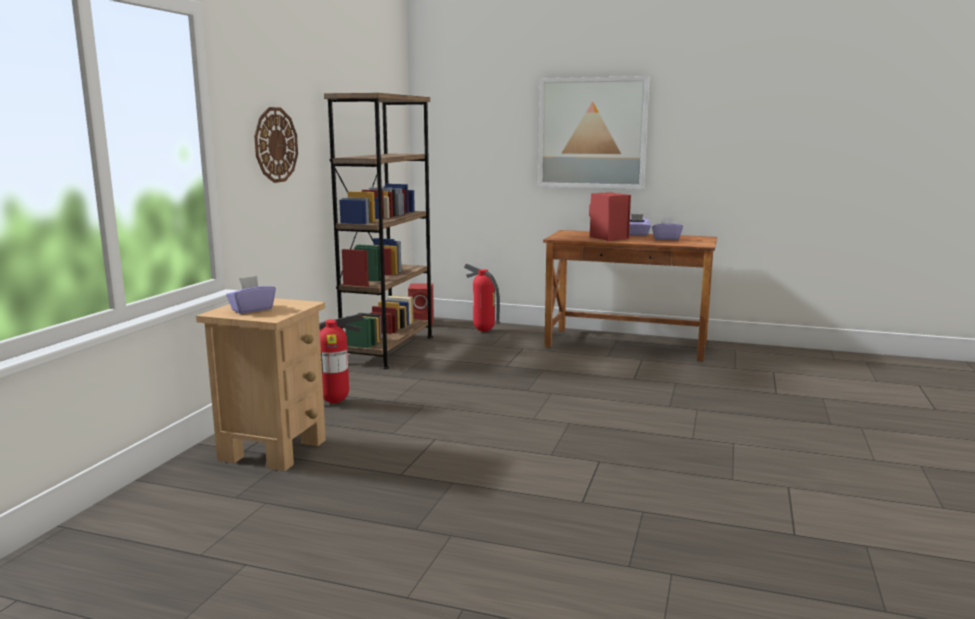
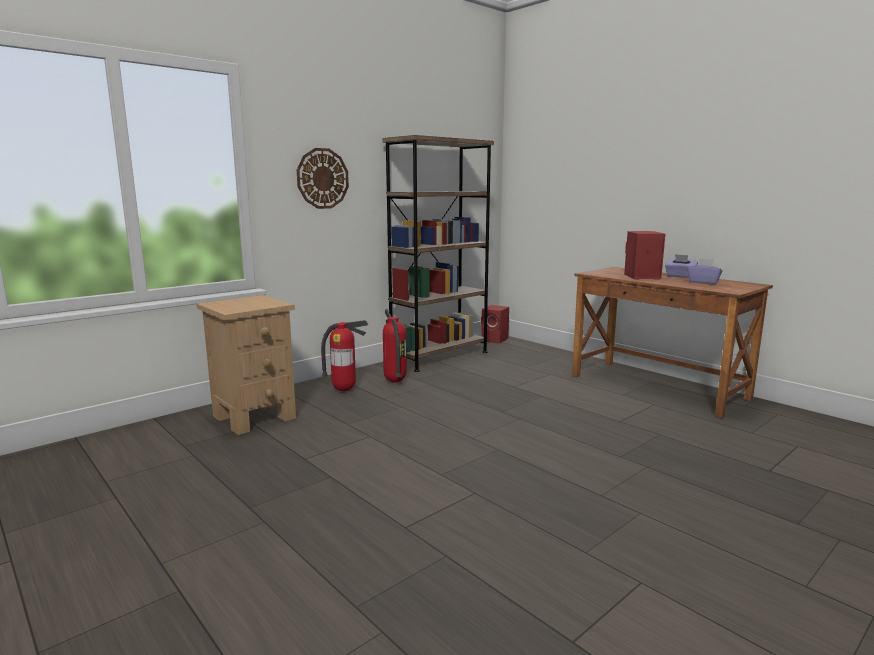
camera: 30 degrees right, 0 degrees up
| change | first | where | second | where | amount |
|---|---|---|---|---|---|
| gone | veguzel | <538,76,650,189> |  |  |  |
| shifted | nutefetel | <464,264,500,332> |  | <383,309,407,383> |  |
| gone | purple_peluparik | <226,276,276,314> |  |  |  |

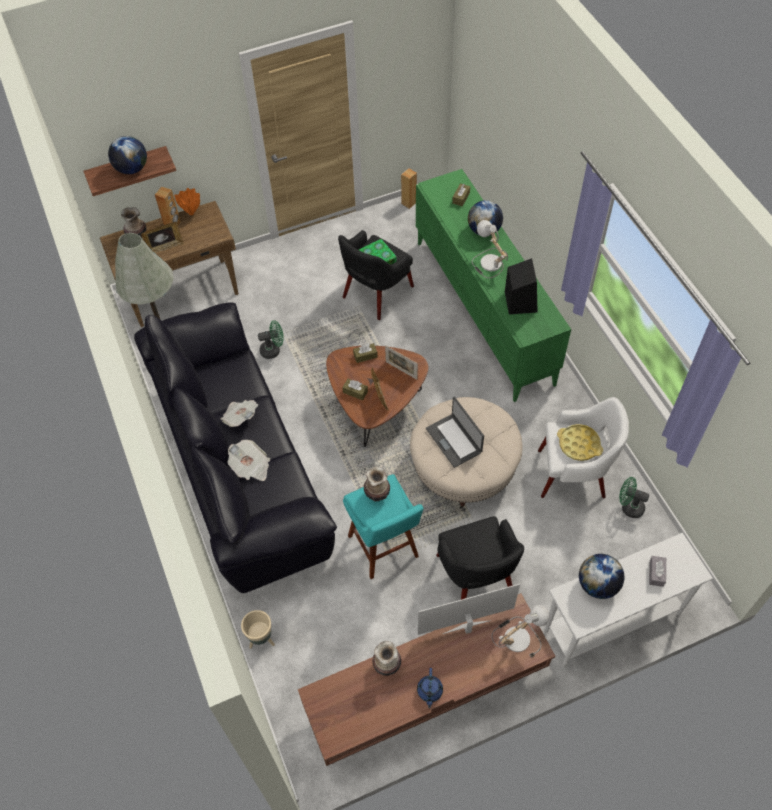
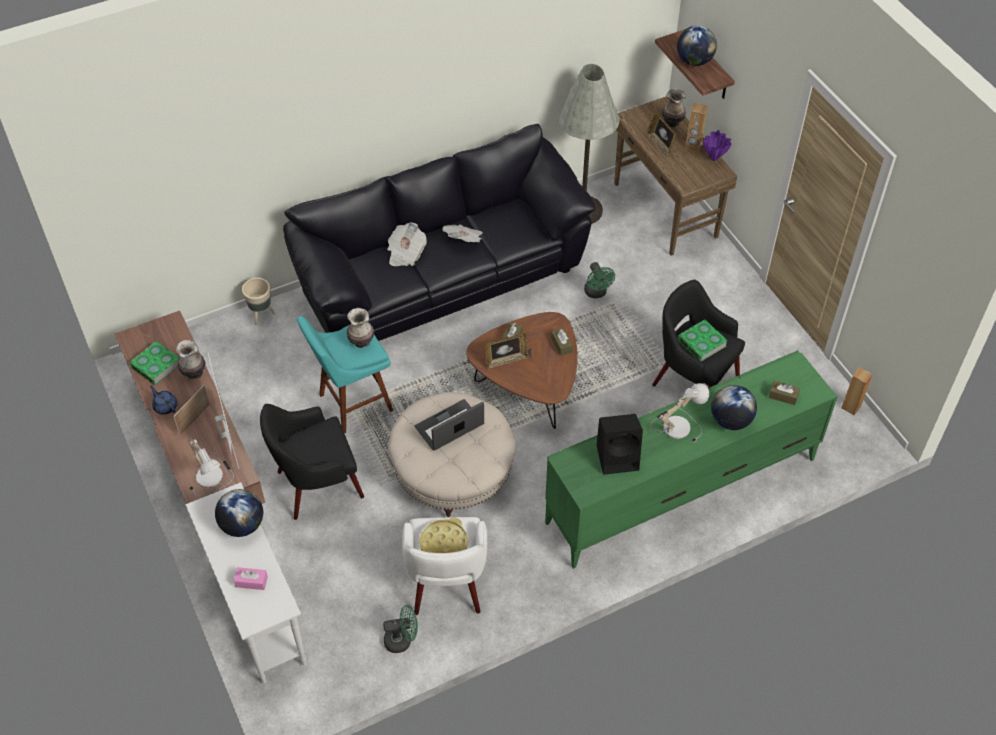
camera: 85 degrees right, 5 degrees down
| change | first | where | second | where | amount |
|---|---|---|---|---|---|
| repainted | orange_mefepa | <174,188,200,215> | purple_mefepa | <703,130,731,161> |  |
| shifted | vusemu | <385,345,418,380> |  | <173,385,210,436> |  |
| rotated | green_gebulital | <619,477,649,518> |  | <383,605,418,653> | 60 degrees clockwise |
| repainted | grey_peluparik | <649,556,666,587> | pink_peluparik | <234,567,268,590> |  |
| rotated | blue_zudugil | <417,668,443,709> |  | <150,386,177,414> | 45 degrees clockwise |
| new |  |  | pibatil | <130,341,179,385> |  |

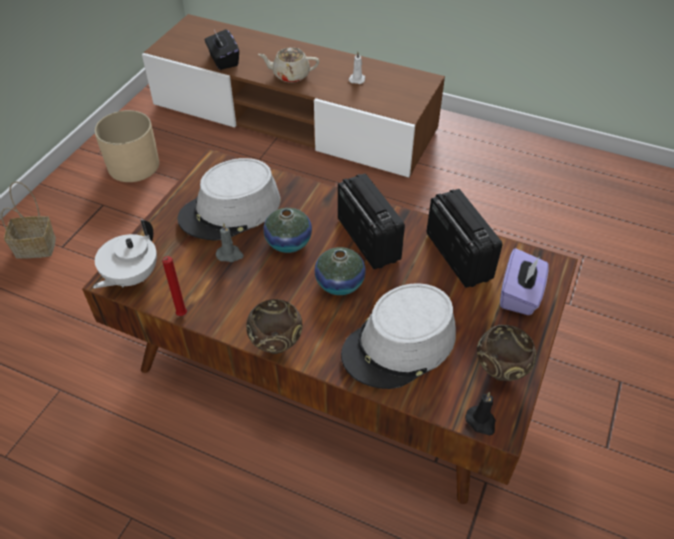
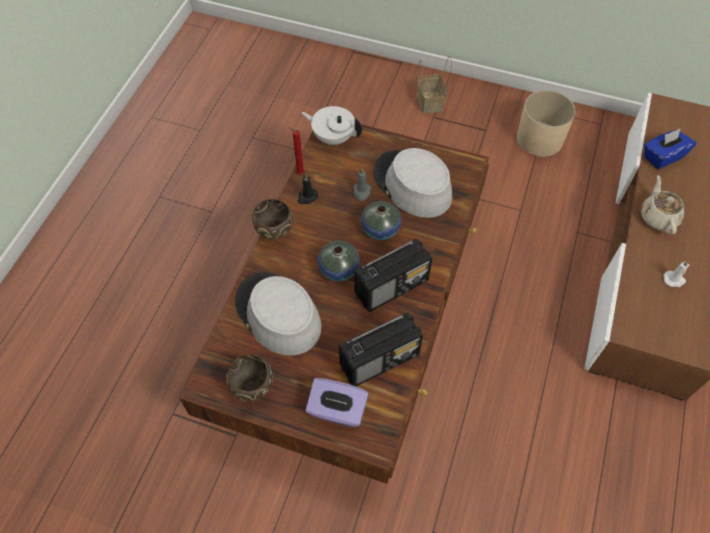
camera: 85 degrees right, 10 degrees up
| change | first | where | second | where | amount |
|---|---|---|---|---|---|
| repainted | black_peluparik | <205,29,239,70> | blue_peluparik | <644,128,696,169> |  |
| shifted | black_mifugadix | <465,392,496,436> |  | <298,175,318,204> |  |

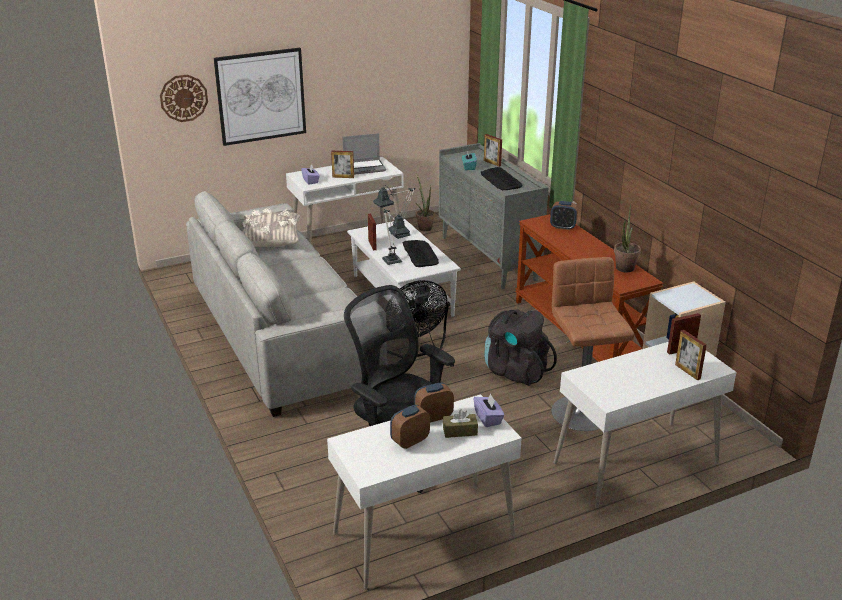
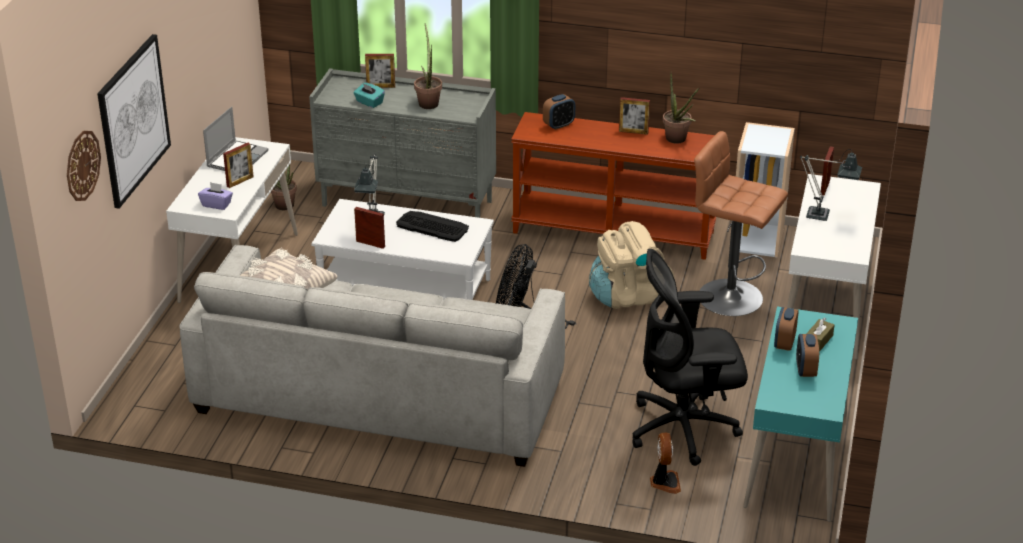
camera: 50 degrees left, 5 degrees up
| change | first | where | second | where | amount |
|---|---|---|---|---|---|
| swapped | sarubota | <481,167,523,190> | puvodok | <414,24,442,109> |  |
| shifted | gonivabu | <382,209,410,265> |  | <800,149,862,221> |  |
| repainted | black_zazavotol | <484,309,557,386> | beige_zazavotol | <589,221,674,309> |  |
| shifted | vusemu | <675,330,707,380> |  | <619,97,650,135> |  |
| gone | purple_peluparik | <474,393,505,427> |  |  |  |
| repainted | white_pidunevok | <327,394,522,589> | turquoise_pidunevok | <743,306,858,522> |  |
| new |  |  | gebulital | <650,433,681,494> |  |

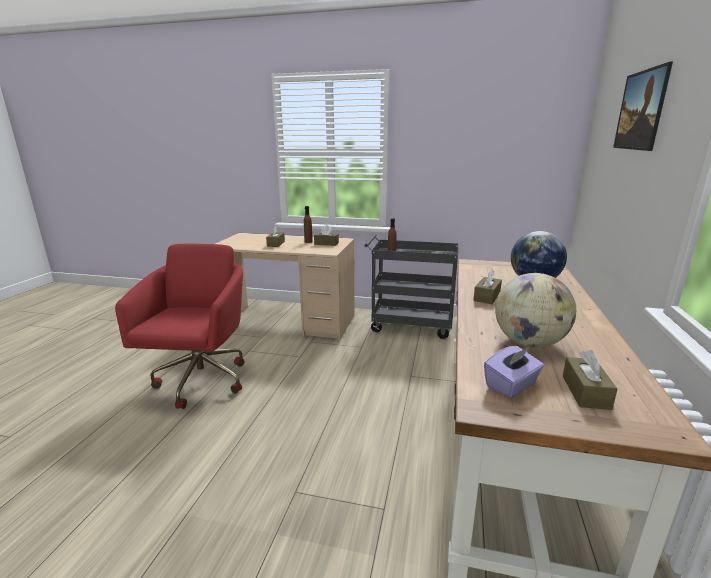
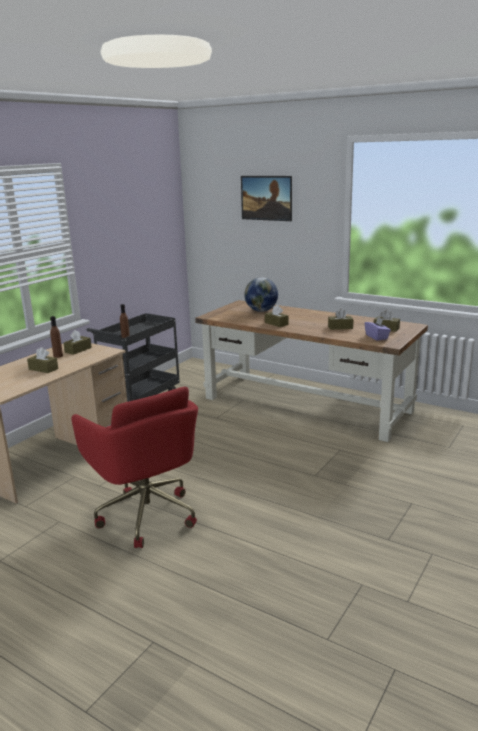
camera: 70 degrees left, 0 degrees up
| change | first | where | second | where | amount |
|---|---|---|---|---|---|
| rotated | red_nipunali | <115,244,244,409> |  | <71,387,198,548> | 150 degrees counterclockwise |
| swapped | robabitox | <495,273,576,347> | brown_peluparik | <328,309,353,330> |  |

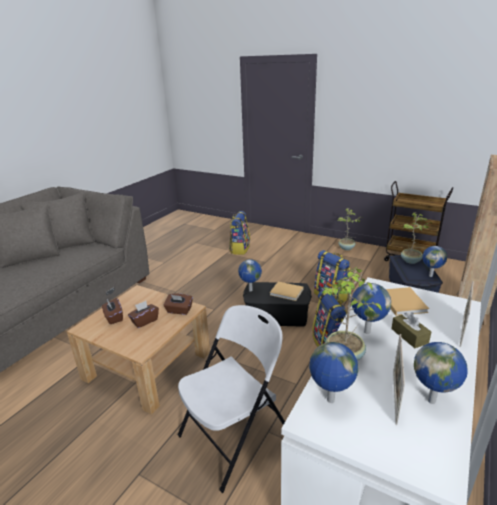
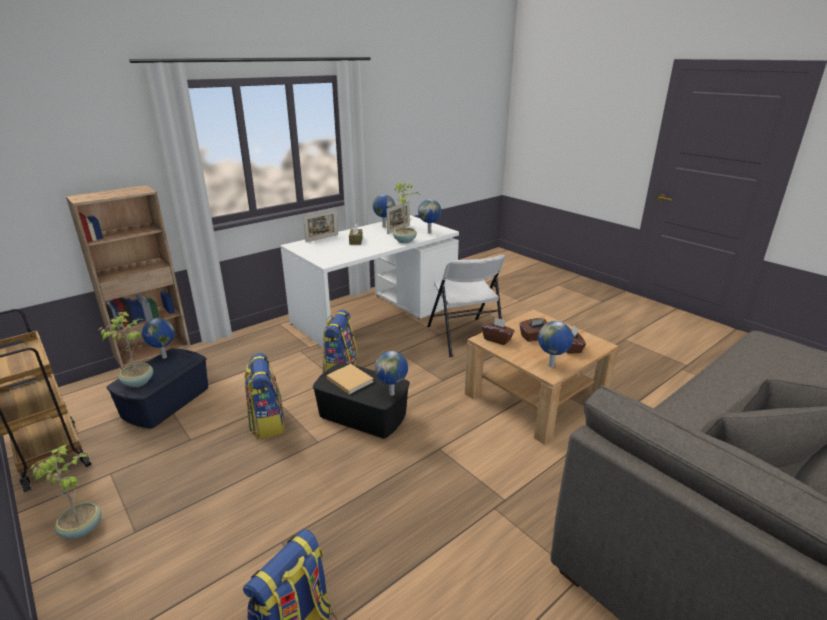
camera: 160 degrees left, 0 degrees up
| change | first | where | second | where | amount |
|---|---|---|---|---|---|
| shifted | robabitox | <351,283,391,334> |  | <538,321,573,367> |  |
| gone | beige_pibatil | <386,287,429,316> |  |  |  |
| rotated | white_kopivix | <177,305,285,493> |  | <427,255,506,357> | 90 degrees counterclockwise |

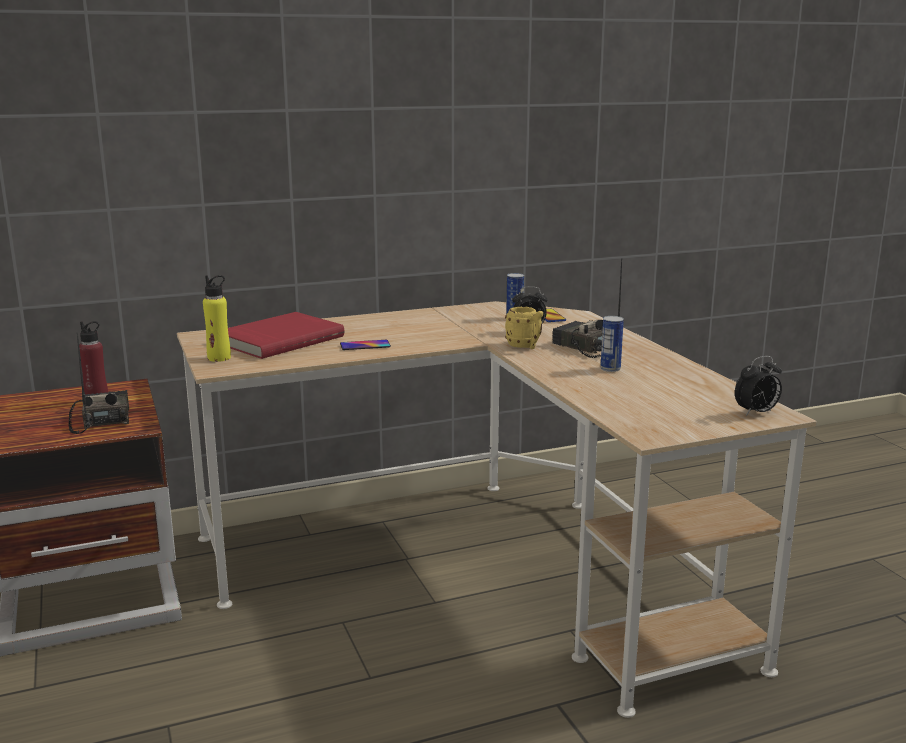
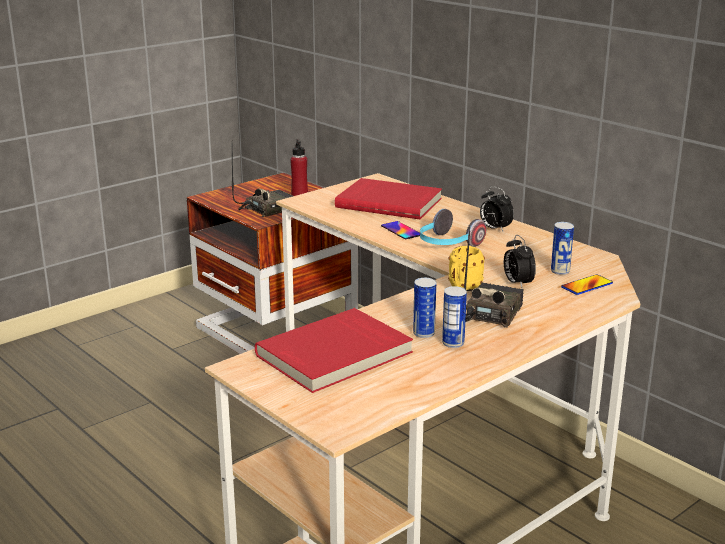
camera: 70 degrees right, 5 degrees up
| change | first | where | second | where | amount |
|---|---|---|---|---|---|
| gone | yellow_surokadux | <203,275,231,362> |  |  |  |
| shifted | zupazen | <735,356,782,416> |  | <480,186,514,233> |  |
| new |  |  | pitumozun | <420,209,486,247> |  |
| new |  |  | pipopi | <442,286,467,348> |  |
| new |  |  | red_pibatil | <255,308,413,393> |  |

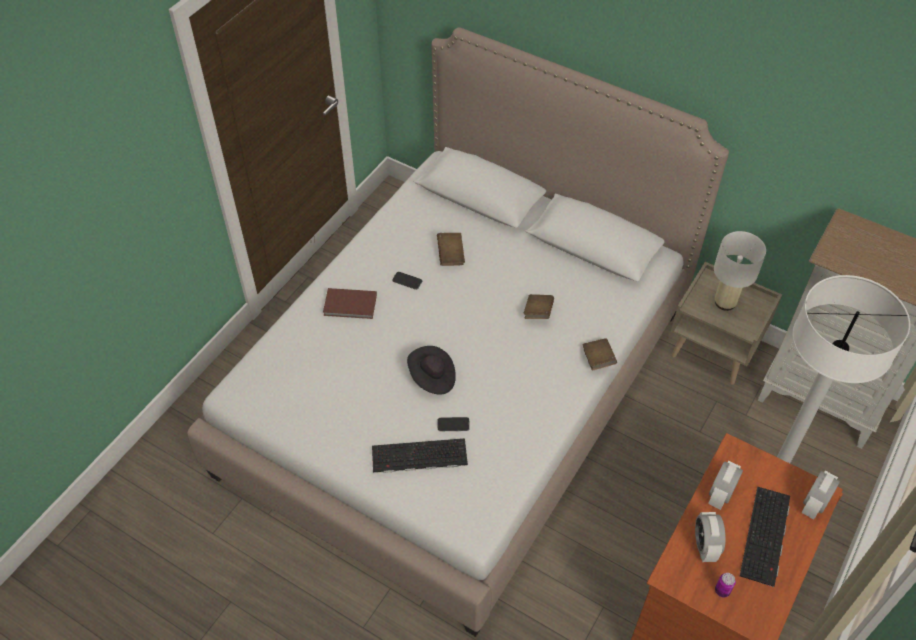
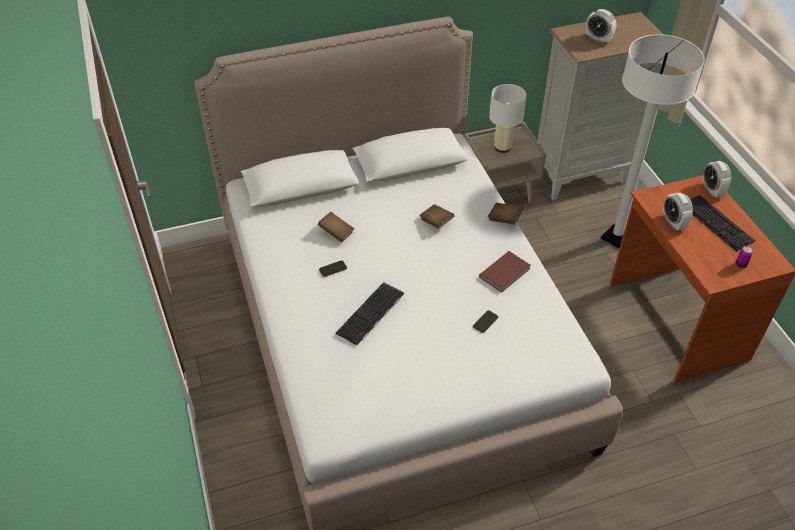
camera: 50 degrees left, 5 degrees down
| change | first | where | second | where | amount |
|---|---|---|---|---|---|
| shifted | brown_pibatil | <323,288,377,319> |  | <479,251,531,293> |  |
| gone | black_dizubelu | <407,346,456,394> |  |  |  |
| shifted | sarubota | <372,438,468,473> |  | <336,282,404,346> |  |
| shifted | zupazen | <695,512,726,562> |  | <585,9,617,44> |  |

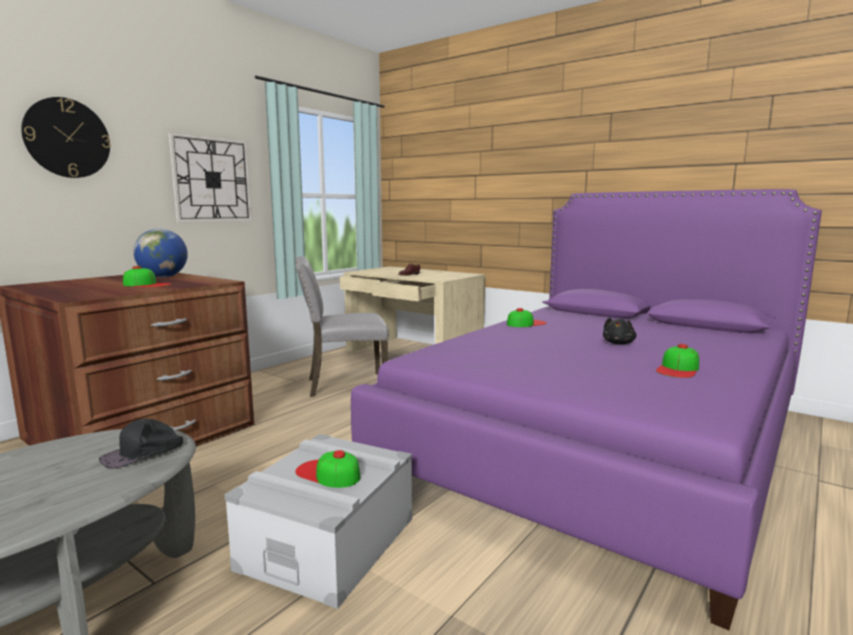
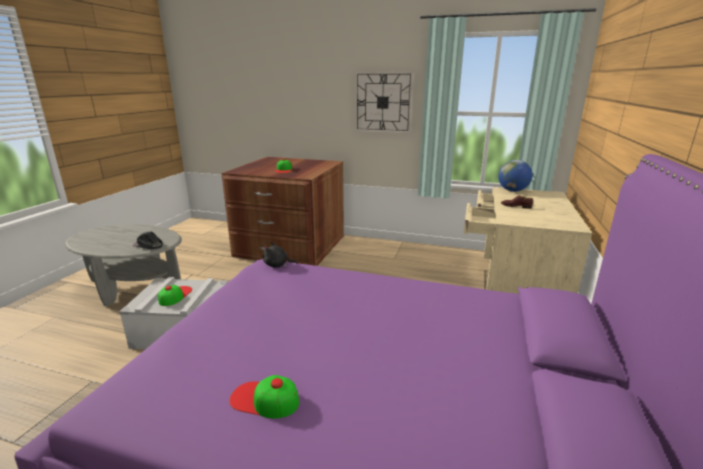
camera: 70 degrees right, 10 degrees up
| change | first | where | second | where | amount |
|---|---|---|---|---|---|
| gone | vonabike | <21,97,111,178> |  |  |  |
| shifted | robabitox | <133,229,188,277> |  | <498,160,533,192> |  |
| gone | grey_kopivix | <295,256,389,397> |  |  |  |
| gone | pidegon | <507,308,547,327> |  |  |  |
| shifted | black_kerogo | <603,317,637,345> |  | <263,241,298,267> |  |

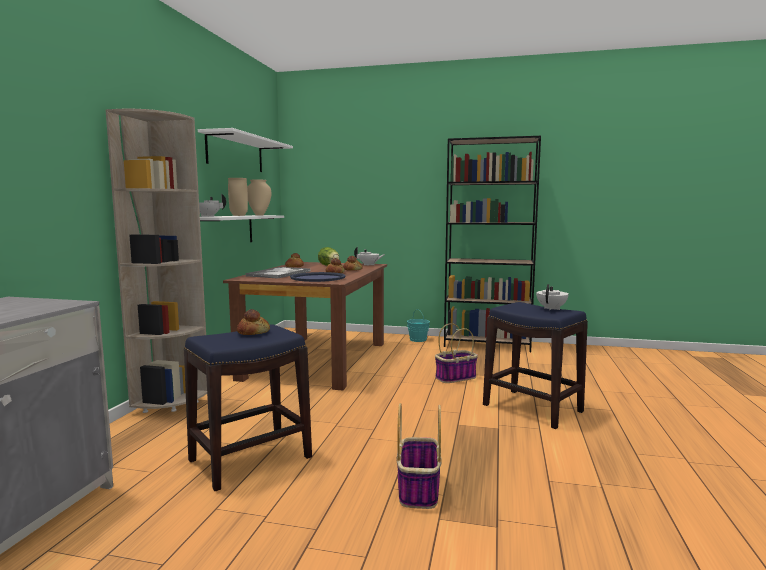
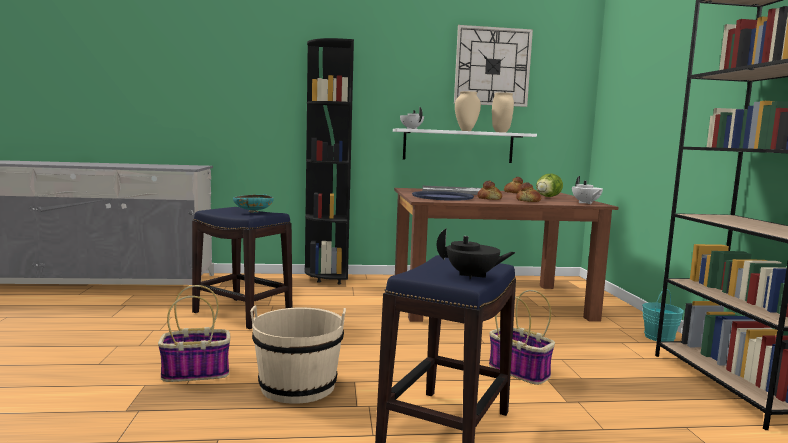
camera: 70 degrees right, 0 degrees up
| change | first | where | second | where | amount |
|---|---|---|---|---|---|
| repainted | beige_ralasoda | <105,109,207,413> | black_ralasoda | <304,38,354,284> |  |
| swapped | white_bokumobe | <198,128,293,172> | vonabike | <454,25,533,107> |  |
| repainted | white_zudugil | <536,284,569,310> | black_zudugil | <437,228,516,280> |  |
| swapped | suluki | <237,309,270,335> | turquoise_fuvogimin | <233,194,274,213> |  |
| new |  |  | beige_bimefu | <250,306,346,404> |  |

